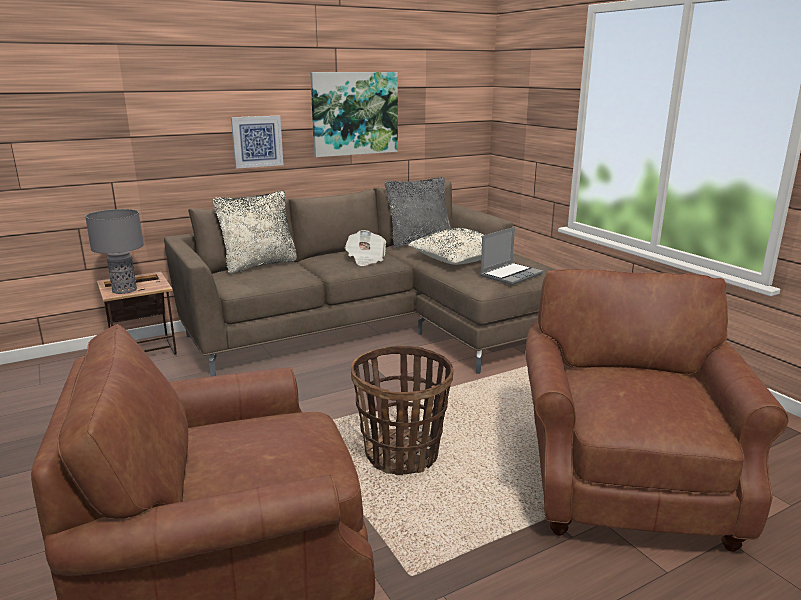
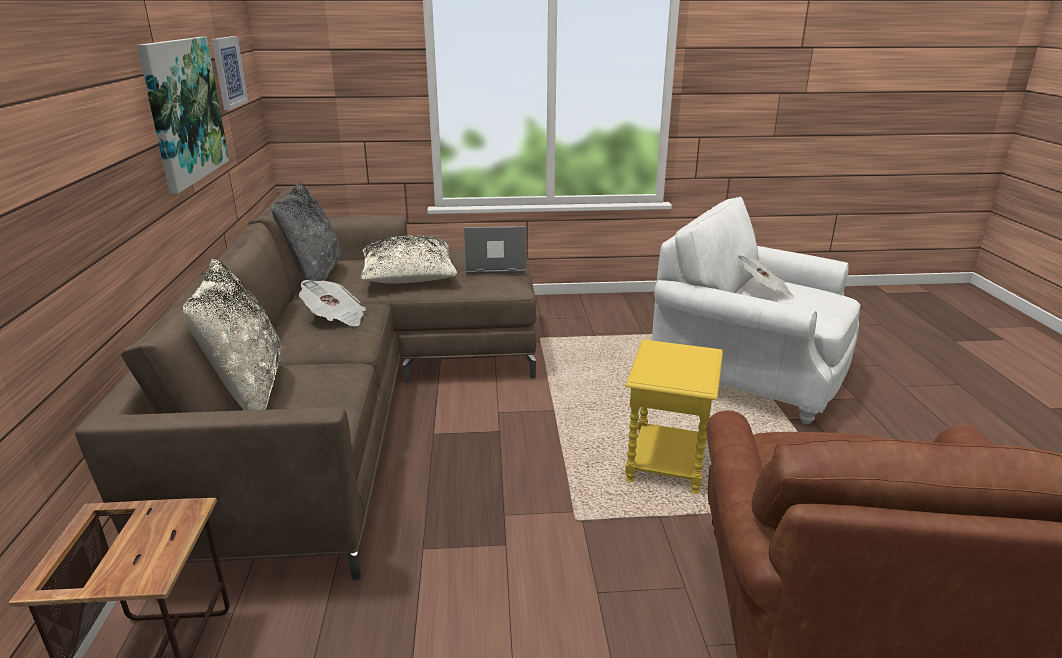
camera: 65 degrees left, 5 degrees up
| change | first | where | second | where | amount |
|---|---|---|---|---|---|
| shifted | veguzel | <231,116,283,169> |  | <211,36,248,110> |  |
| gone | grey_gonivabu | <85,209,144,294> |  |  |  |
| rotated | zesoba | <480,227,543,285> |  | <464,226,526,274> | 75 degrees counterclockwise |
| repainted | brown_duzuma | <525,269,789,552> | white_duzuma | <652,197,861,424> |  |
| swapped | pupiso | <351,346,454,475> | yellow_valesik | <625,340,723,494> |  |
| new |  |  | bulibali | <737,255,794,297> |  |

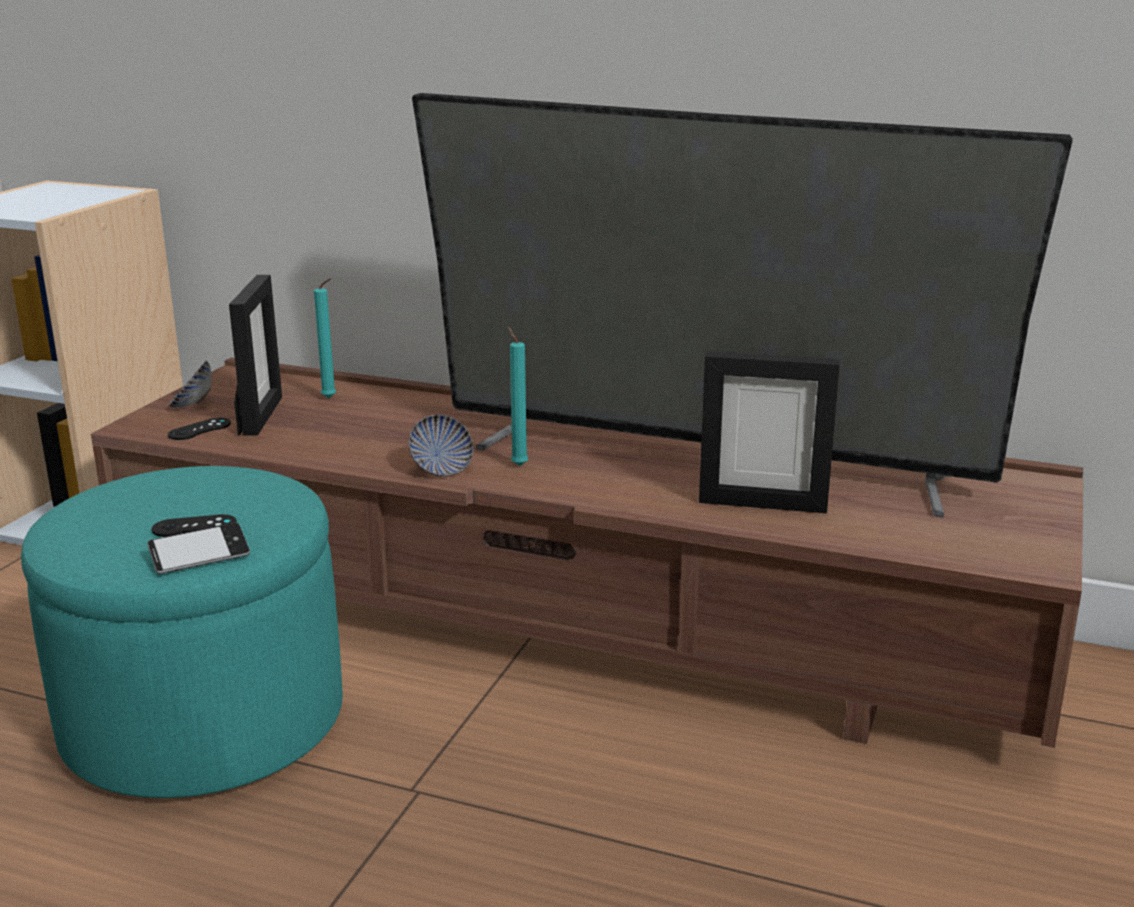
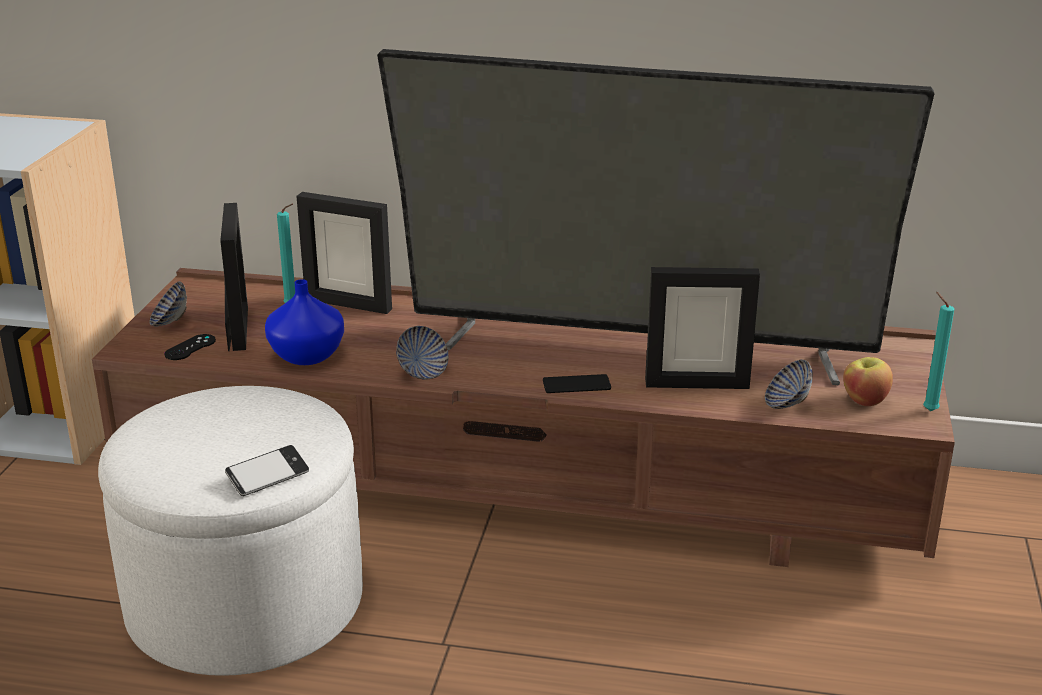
camera: 10 degrees left, 5 degrees up
| change | first | where | second | where | amount |
|---|---|---|---|---|---|
| shifted | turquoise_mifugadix | <508,327,528,466> |  | <923,292,954,411> |  |
| repainted | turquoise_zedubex | <21,466,343,798> | white_zedubex | <98,386,363,676> |  |
| gone | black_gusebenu | <151,514,237,537> |  |  |  |
| new |  |  | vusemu | <296,192,392,314> |  |
| new |  |  | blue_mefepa | <265,279,344,365> |  |
| new |  |  | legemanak | <843,357,893,406> |  |
| new |  |  | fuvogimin | <765,360,813,409> |  |
| new |  |  | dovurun | <543,374,611,393> |  |

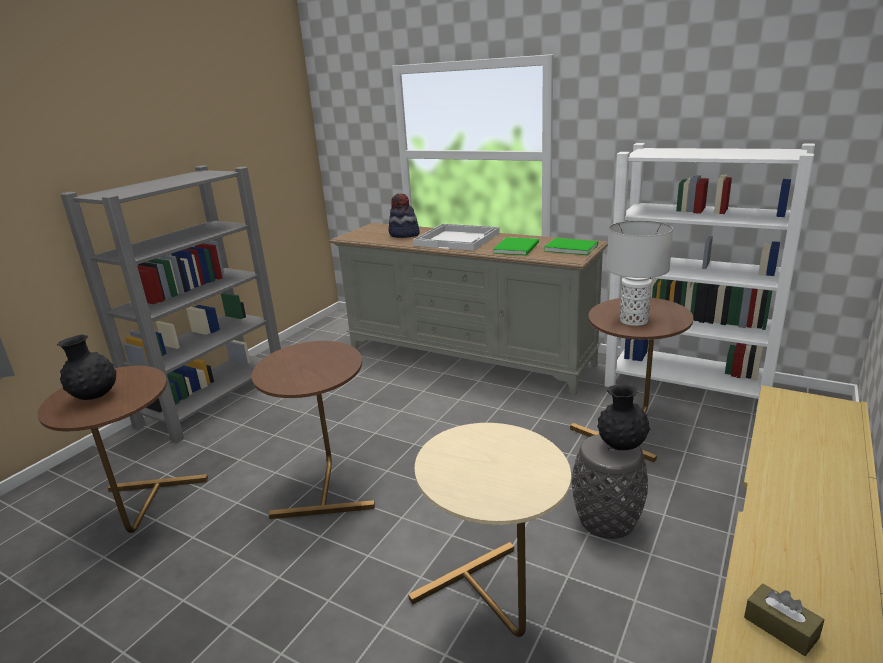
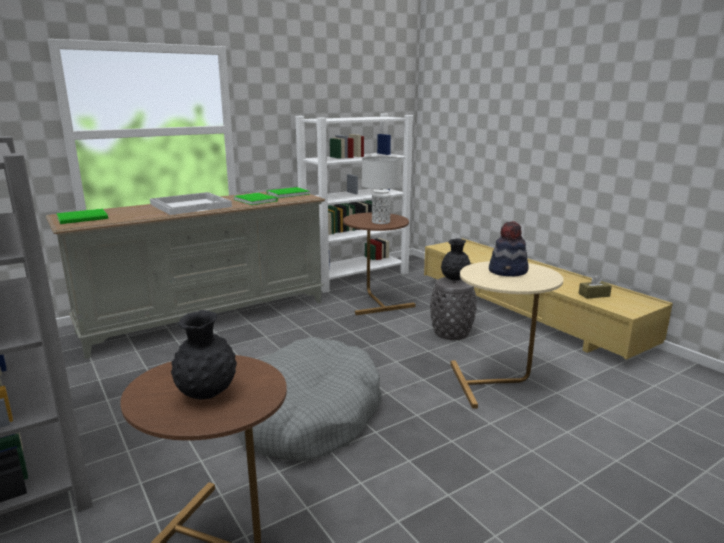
camera: 65 degrees left, 5 degrees down
| change | first | where | second | where | amount |
|---|---|---|---|---|---|
| shifted | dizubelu | <388,194,420,238> |  | <489,221,529,276> |  |
| swapped | brown_valesik | <252,341,375,519> | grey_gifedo | <237,337,382,461> |  |
| new |  |  | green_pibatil | <57,209,108,224> |  |

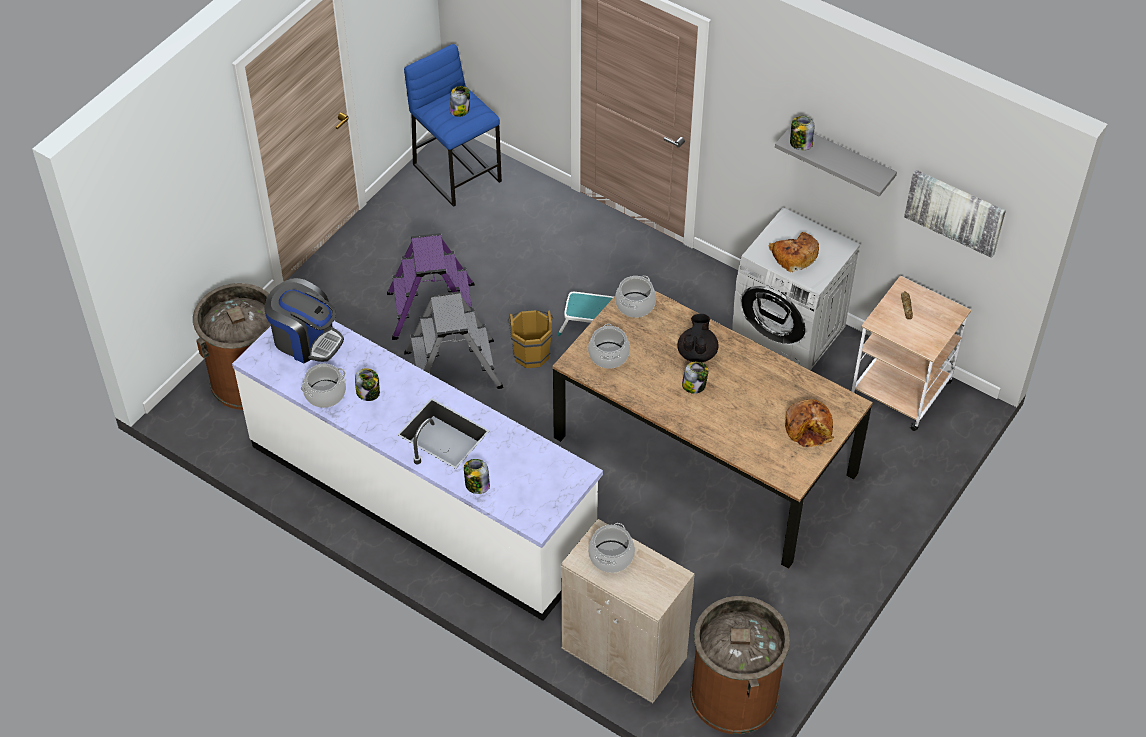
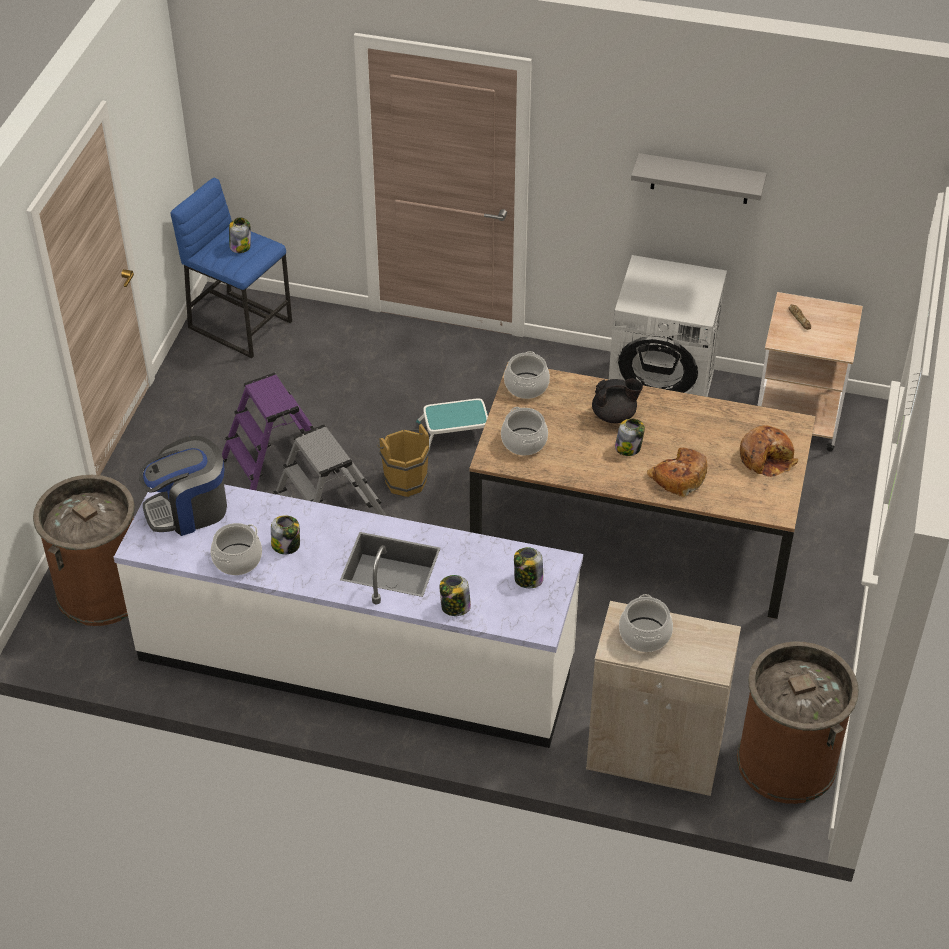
camera: 20 degrees left, 5 degrees down
| change | first | where | second | where | amount |
|---|---|---|---|---|---|
| shifted | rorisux | <790,116,814,150> |  | <514,547,543,588> |  |
| gone | veguzel | <904,170,1006,258> |  |  |  |
| shifted | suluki | <769,232,819,272> |  | <647,448,707,497> |  |
| rotated | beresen | <265,278,344,363> |  | <139,436,227,536> | 150 degrees clockwise |
| rotated | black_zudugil | <678,314,719,362> |  | <592,378,643,423> | 90 degrees clockwise |

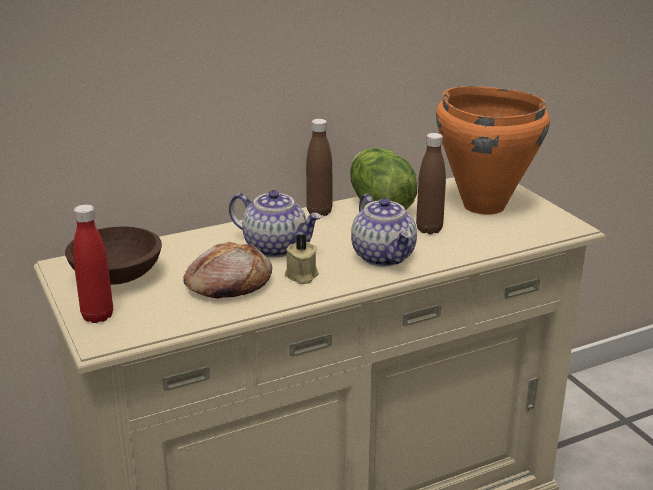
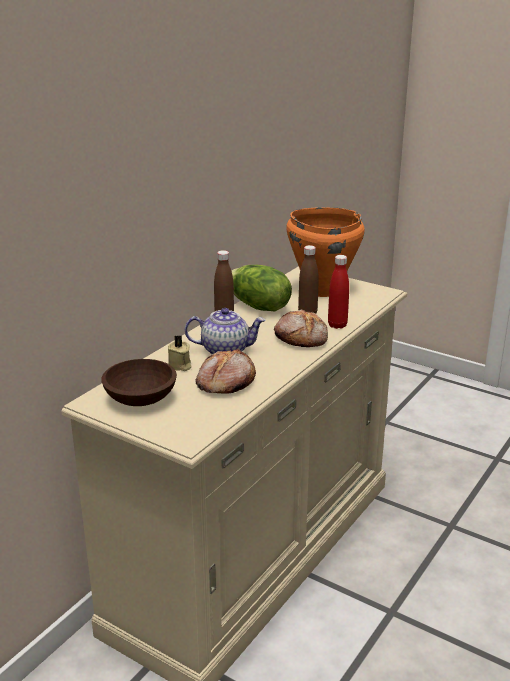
camera: 30 degrees left, 0 degrees up
| change | first | where | second | where | amount |
|---|---|---|---|---|---|
| swapped | zudugil | <351,194,417,266> | suluki | <274,310,328,347> |  |
| shifted | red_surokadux | <73,204,113,323> |  | <328,255,349,329> |  |
| shifted | beige_mifugadix | <285,234,319,284> |  | <168,335,191,371> |  |

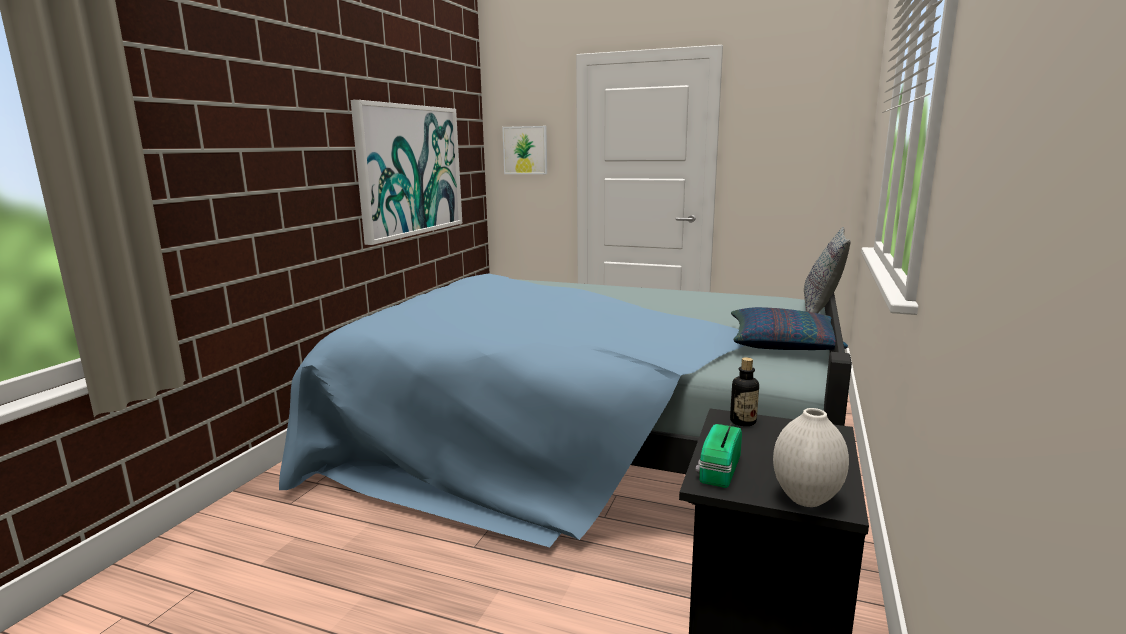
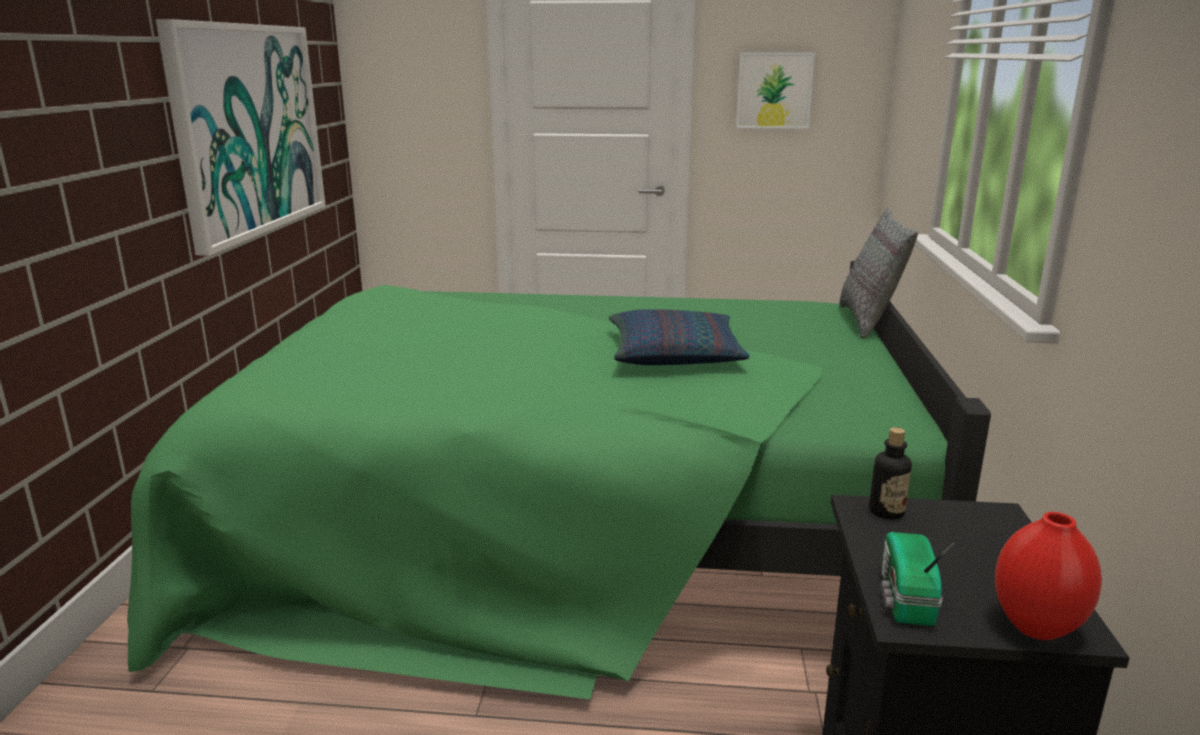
camera: 15 degrees left, 5 degrees up
| change | first | where | second | where | amount |
|---|---|---|---|---|---|
| shifted | veguzel | <502,126,547,174> |  | <736,52,815,129> |  |
| repainted | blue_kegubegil | <279,273,852,547> | green_kegubegil | <127,261,991,699> |  |
| shifted | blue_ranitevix | <731,307,848,350> |  | <609,309,750,365> |  |
| repainted | white_mefepa | <773,408,849,507> | red_mefepa | <995,512,1102,640> |  |

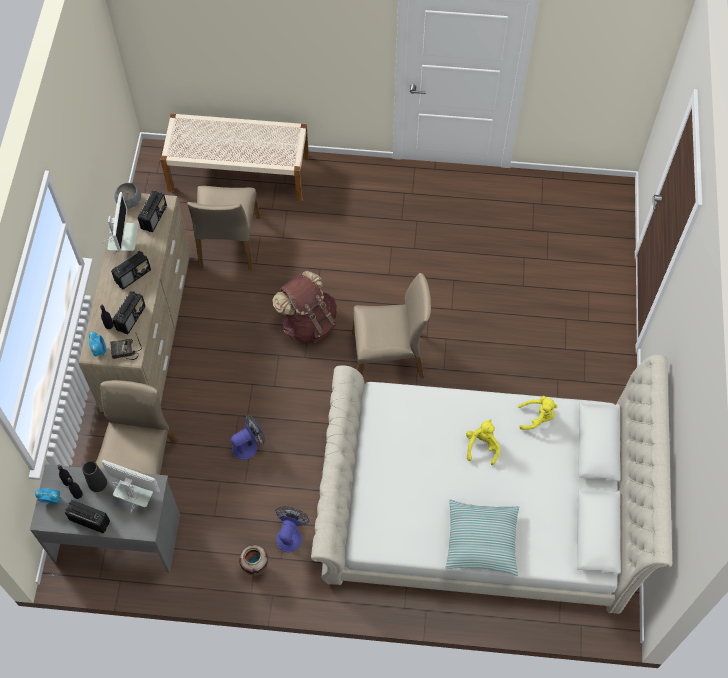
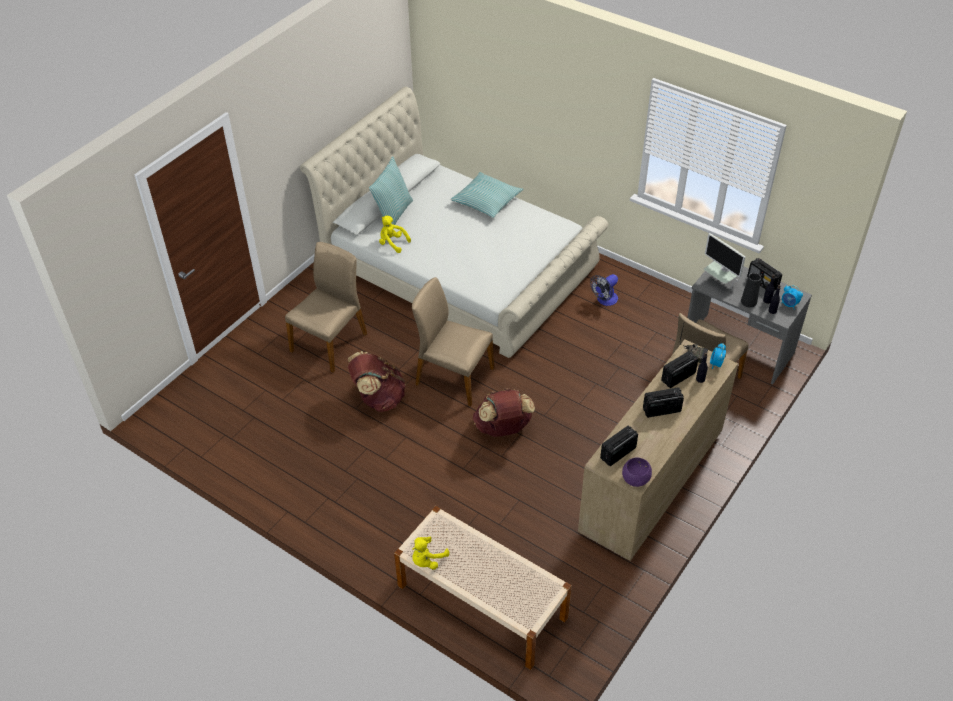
camera: 150 degrees left, 15 degrees down
| change | first | where | second | where | amount |
|---|---|---|---|---|---|
| repainted | grey_fuvogimin | <114,183,141,209> | purple_fuvogimin | <622,457,652,487> |  |
| shifted | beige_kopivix | <187,186,260,270> |  | <285,242,367,373> |  |
| gone | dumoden | <103,192,138,252> |  |  |  |
| gone | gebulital | <231,415,265,460> |  |  |  |
| shifted | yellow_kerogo | <466,419,500,465> |  | <412,537,449,569> |  |
| gone | mefepa | <239,545,268,576> |  |  |  |
| new |  |  | ranitevix | <369,156,413,225> |  |
| new |  |  | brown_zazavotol | <348,351,406,412> |  |

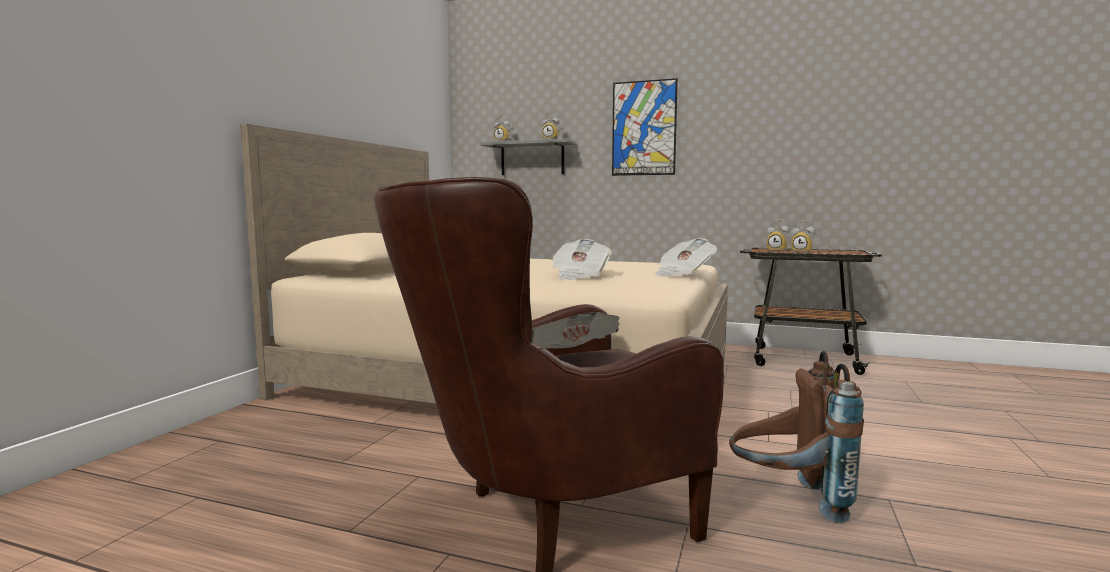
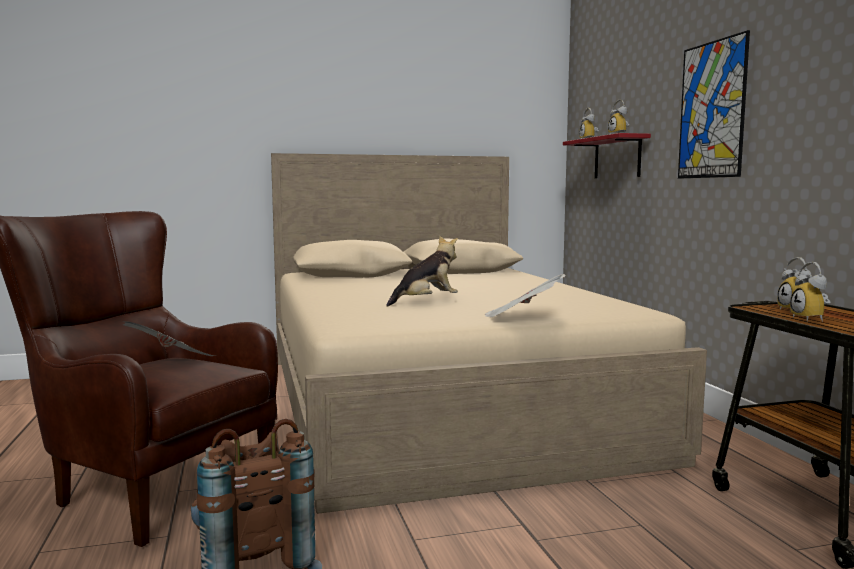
camera: 55 degrees right, 0 degrees up
| change | first | where | second | where | amount |
|---|---|---|---|---|---|
| repainted | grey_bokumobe | <480,139,576,175> | red_bokumobe | <563,133,651,178> |  |
| swapped | bulibali | <552,239,612,280> | kerogo | <386,236,458,307> |  |

